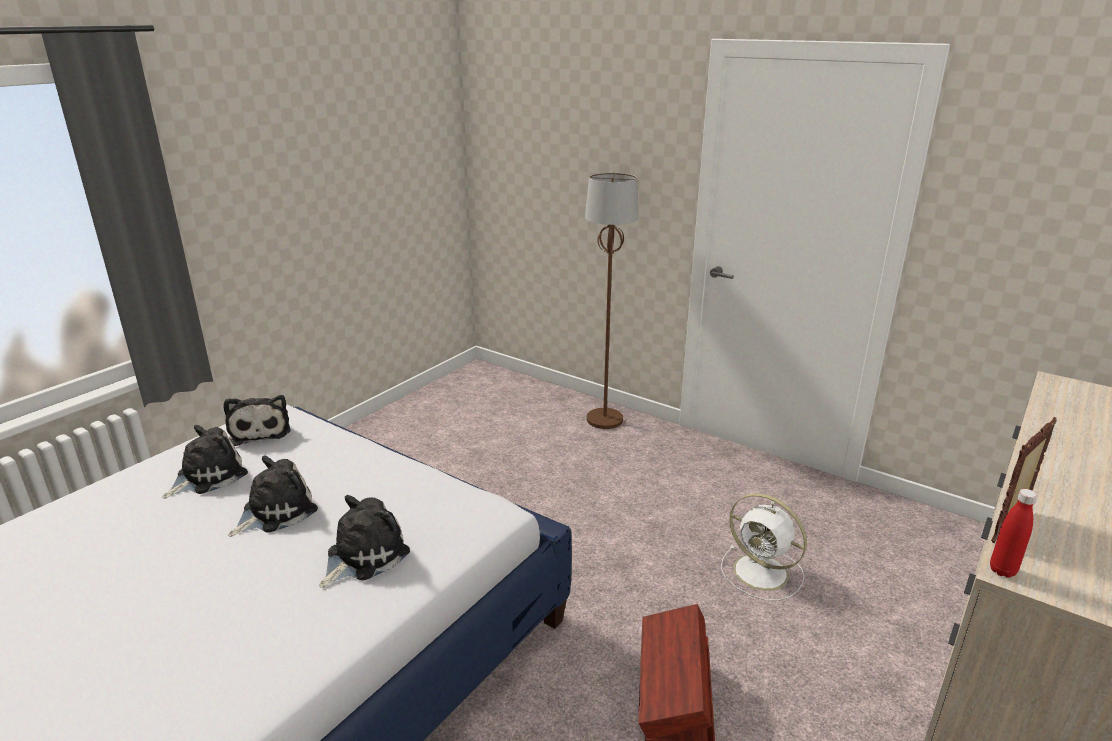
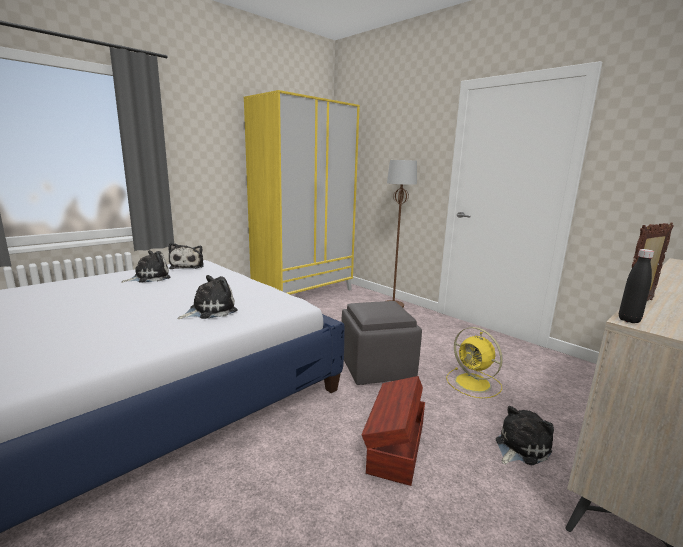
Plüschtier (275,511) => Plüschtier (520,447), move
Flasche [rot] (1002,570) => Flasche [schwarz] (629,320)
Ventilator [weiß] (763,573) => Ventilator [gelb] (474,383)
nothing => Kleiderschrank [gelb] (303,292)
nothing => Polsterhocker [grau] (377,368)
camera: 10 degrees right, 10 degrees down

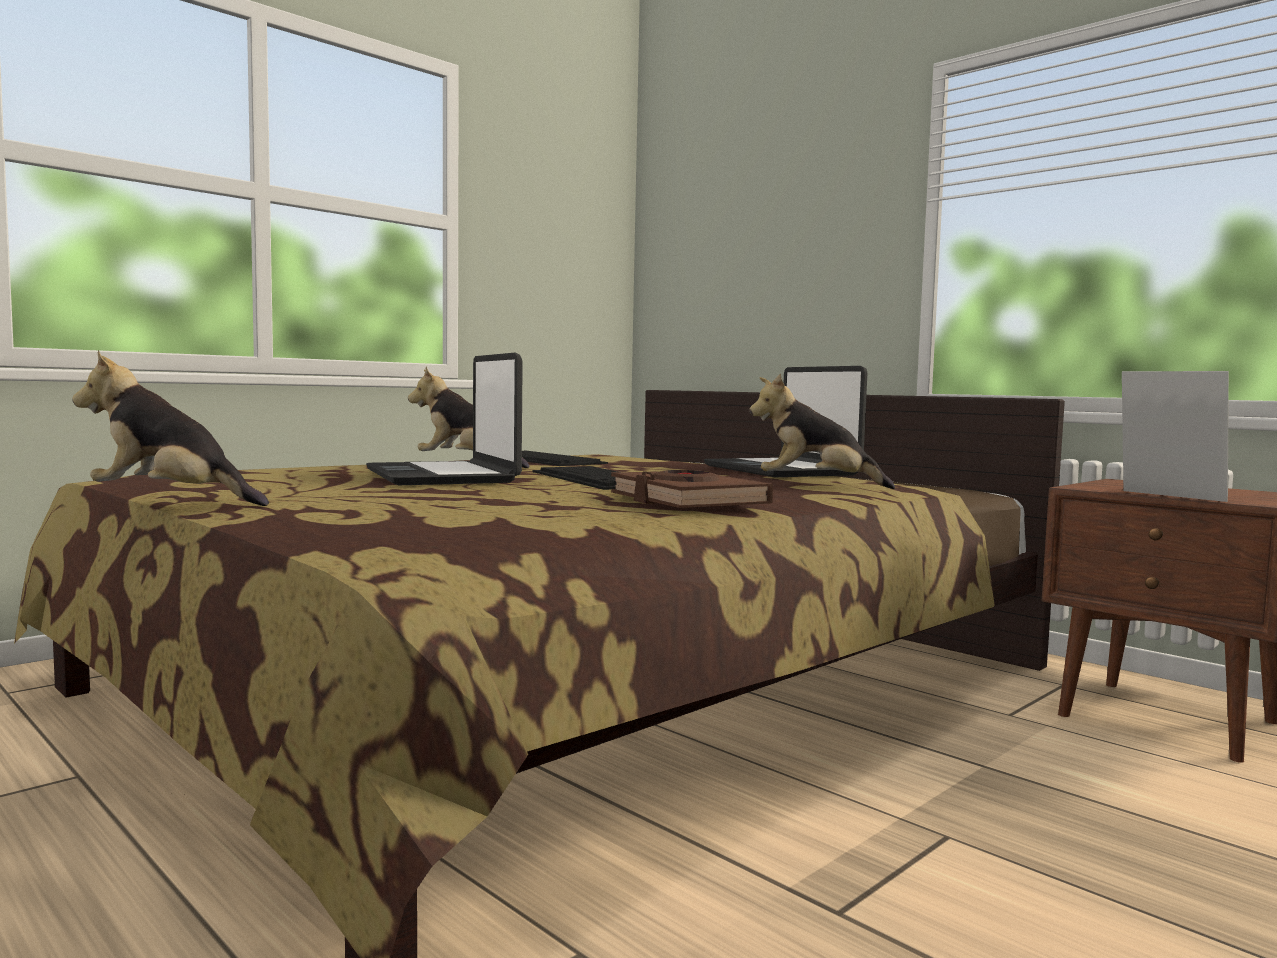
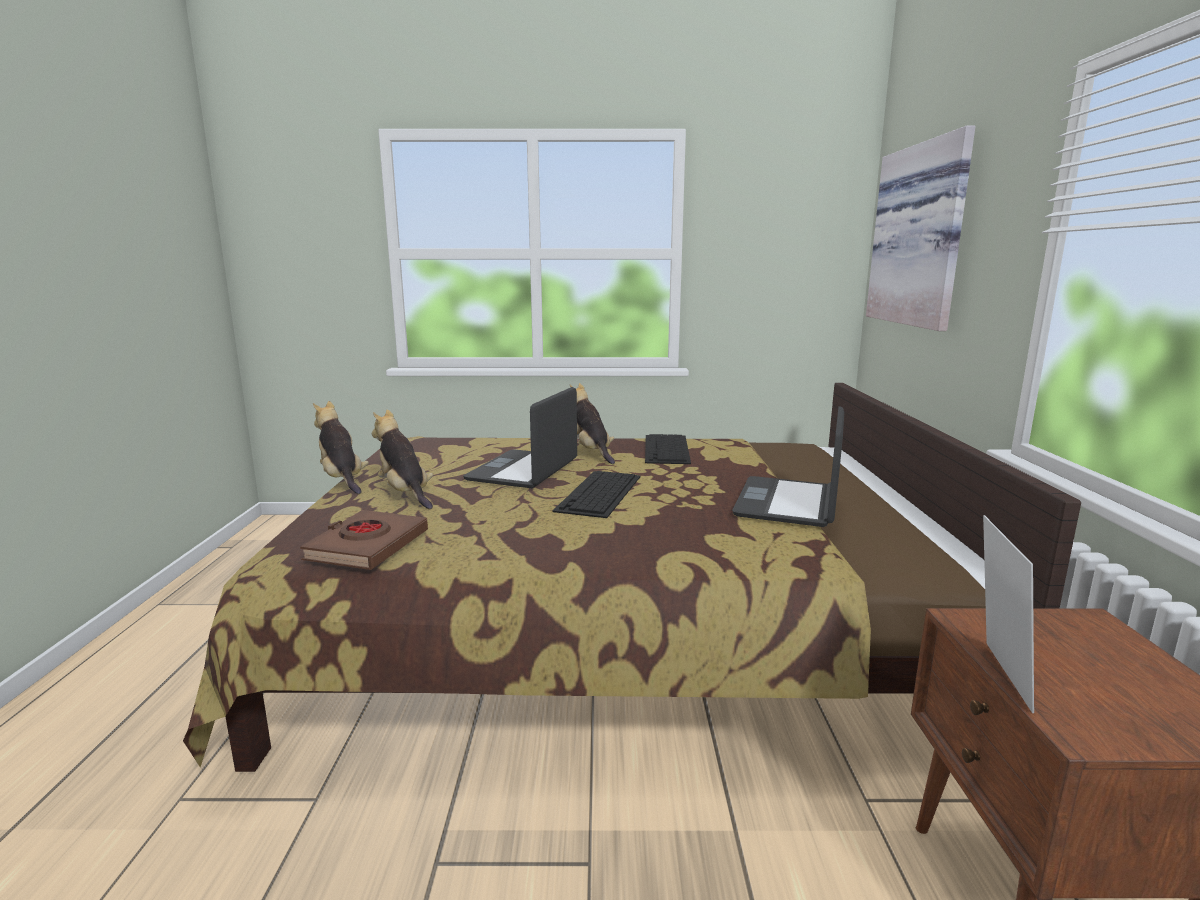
Plüschtier (815,486) => Plüschtier (405,494), move
Buch [braun] (687,501) => Buch [braun] (367,546), move
nothing => Bild (922,236)
camera: 45 degrees right, 10 degrees up

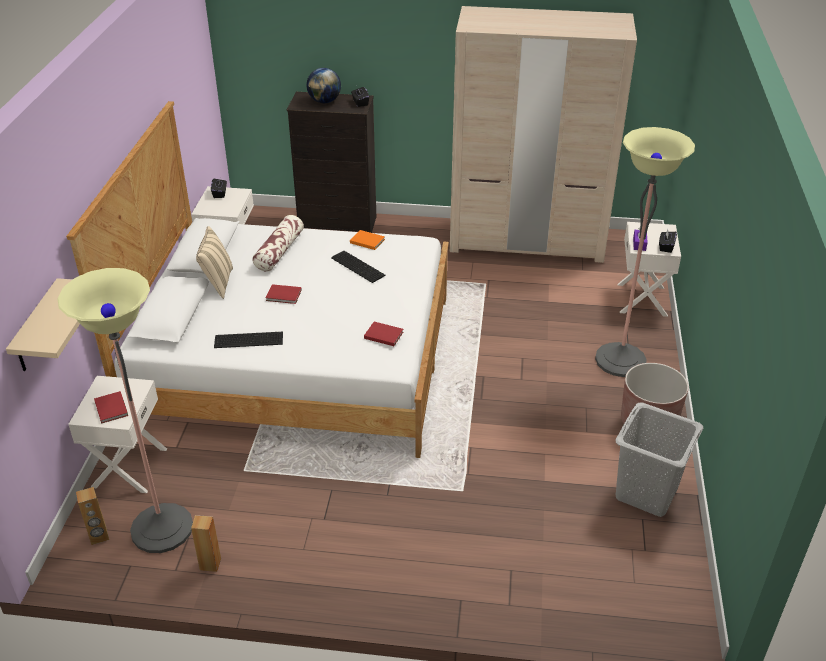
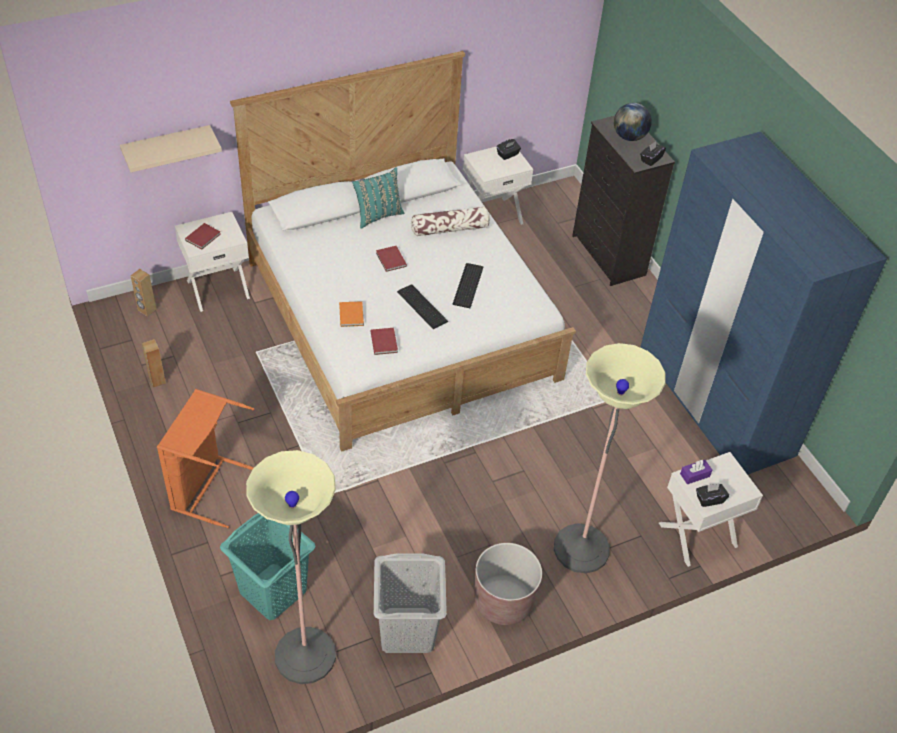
Kleiderschrank [beige] (527,240) => Kleiderschrank [blau] (714,402)
Kissen [beige] (217,283) => Kissen [türkis] (378,215)
Buch [orange] (366,241) => Buch [orange] (351,314), move
Stehlampe (162,528) => Stehlampe (305,656), move
Tastatur (248,339) => Tastatur (422,305), move
nothing => Wäschekorb [orange] (208,487)
nothing => Wäschekorb [türkis] (273,592)
camera: 55 degrees right, 10 degrees up

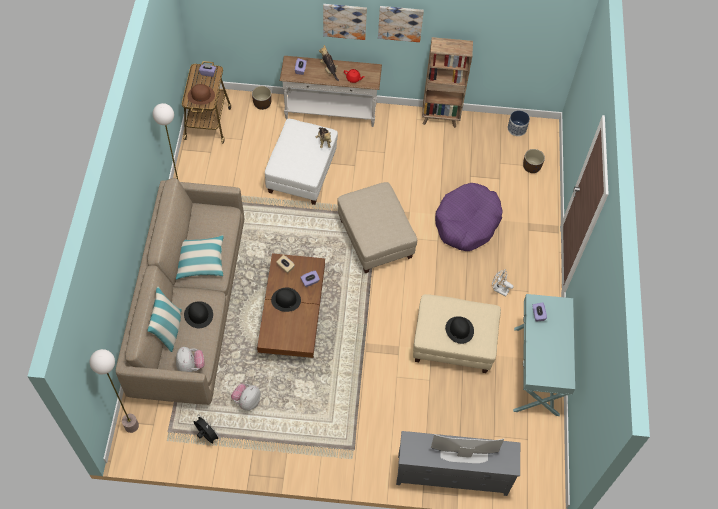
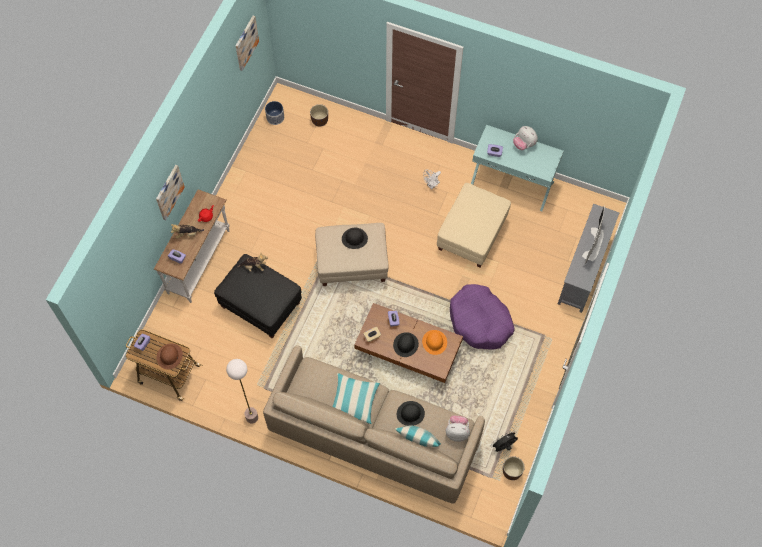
Bild (400,23) => Bild (246,42), move
Bücherregal [braun] (440,118) => nothing
Pflanzkübel [braun] (262,104) => Pflanzkübel [braun] (511,472), move
Polsterhocker [weiß] (302,174) => Polsterhocker [schwarz] (260,305)
Hundebett [lila] (467,222) => Hundebett [lila] (480,321), move
Hut [schwarz] (459,329) => Hut [schwarz] (354,238), move
Stehlampe (131,425) => nothing
Plüschtier (247,401) => Plüschtier (524,144), move
nothing => Hut [orange] (434,342)
camera: 70 degrees left, 5 degrees up

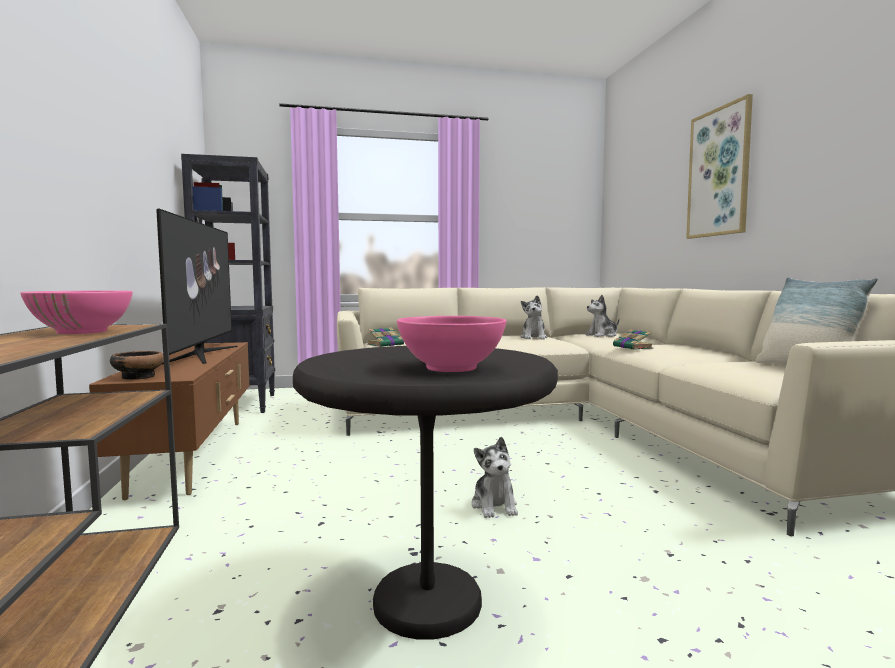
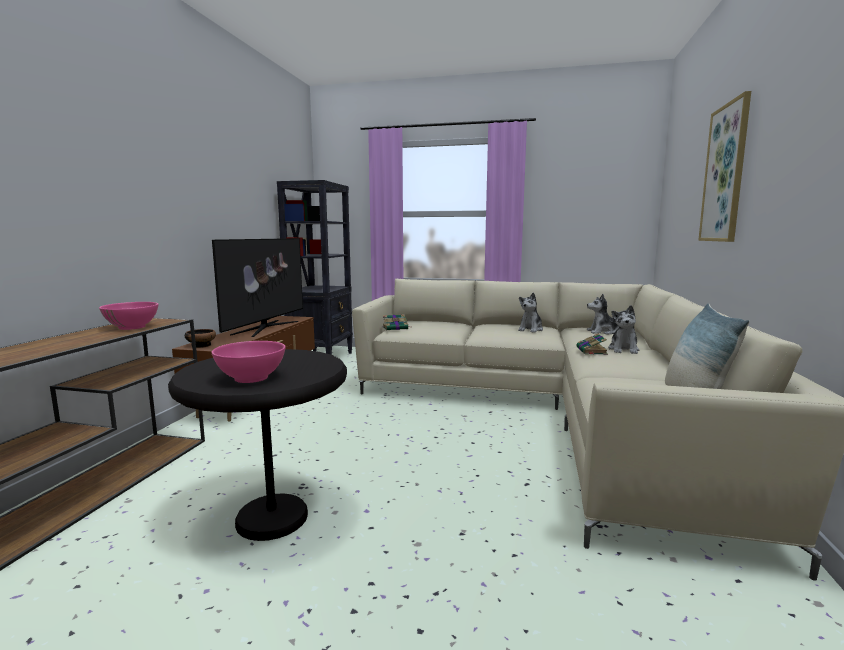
Plüschtier (494,506) => Plüschtier (623,349), move
camera: 25 degrees right, 5 degrees up

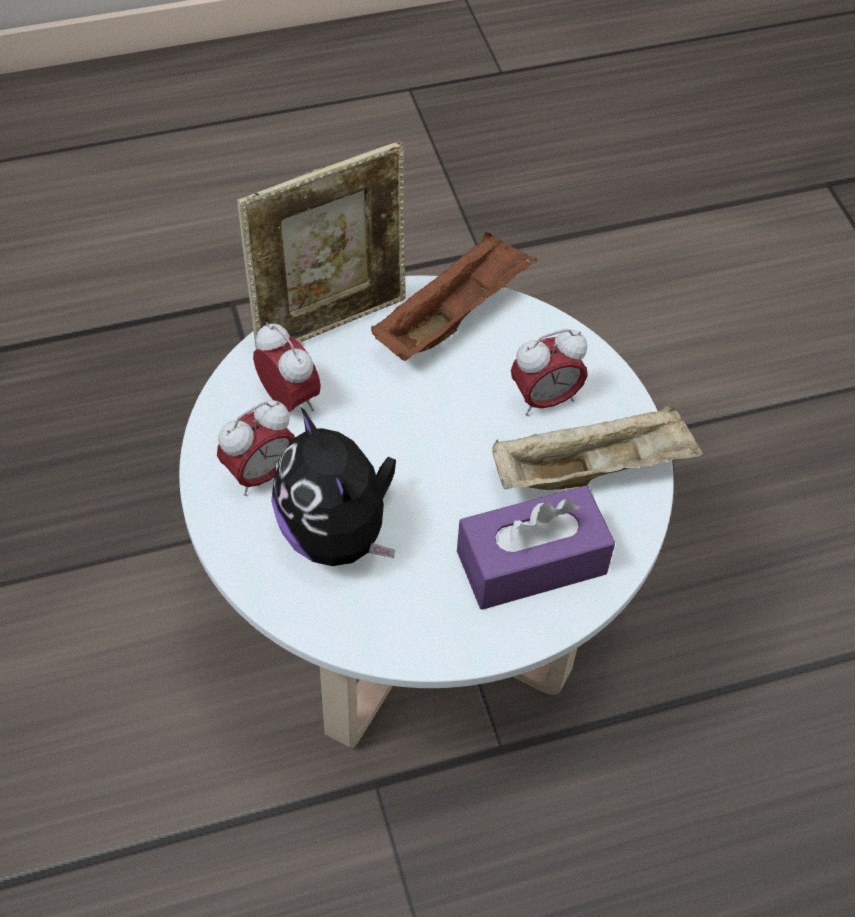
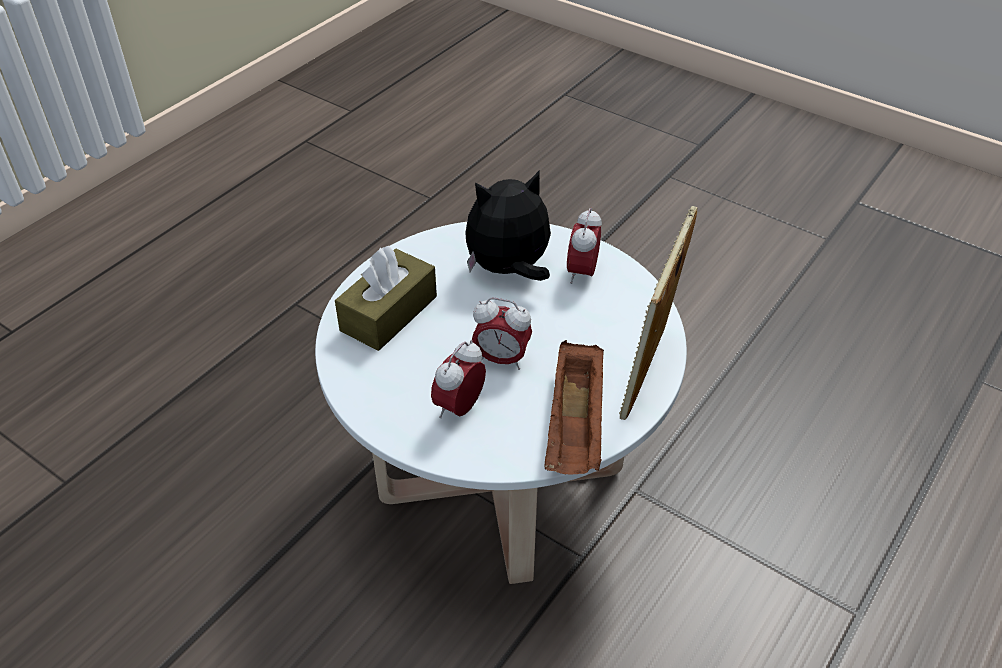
Wecker (289,399) => Wecker (501,359), move
Tablett [beige] (593,469) => nothing
Plüschtier (337,534) => Plüschtier (509,270), 45 degrees counterclockwise
Taschentuchbox [lila] (531,562) => Taschentuchbox [braun] (389,313)
camera: 145 degrees right, 10 degrees down

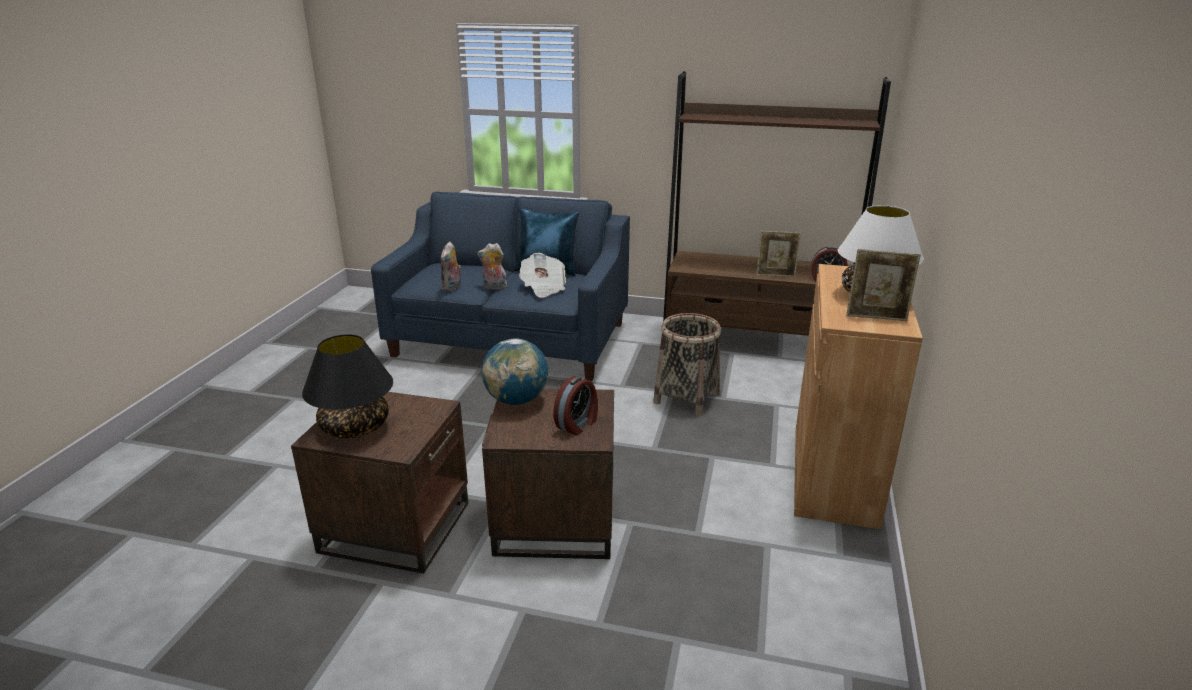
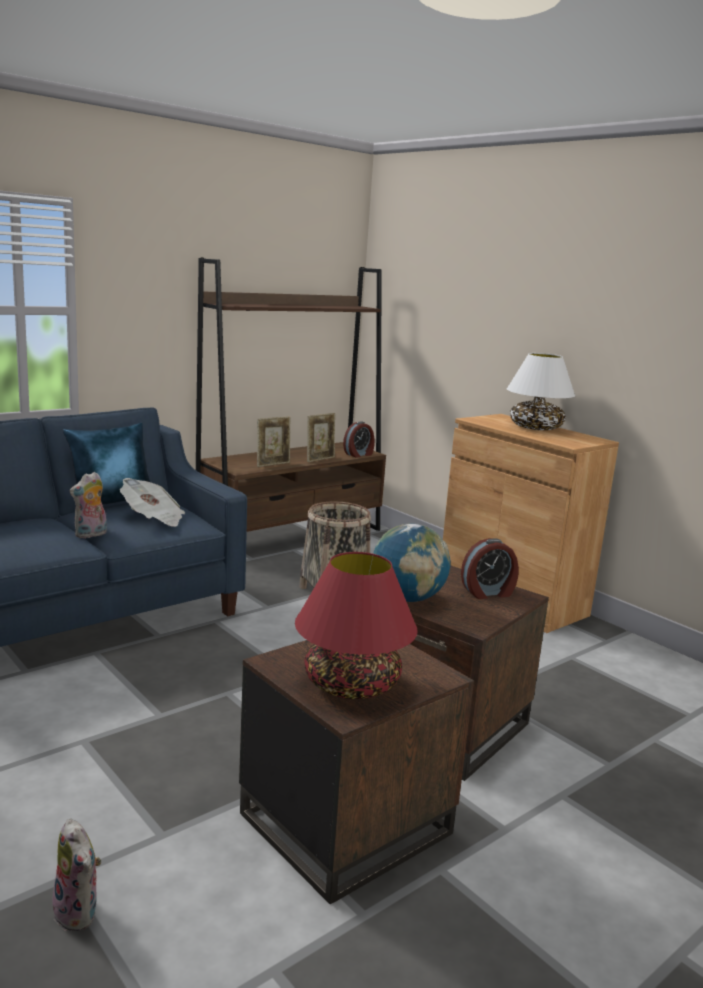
Plüschtier (452,287) => Plüschtier (80,912), move
Bilderrahmen (876,317) => Bilderrahmen (273,464), move
Tischlampe [schwarz] (355,427) => Tischlampe [rot] (352,685)
Wecker (578,424) => Wecker (488,593), 90 degrees clockwise
camera: 55 degrees left, 10 degrees down

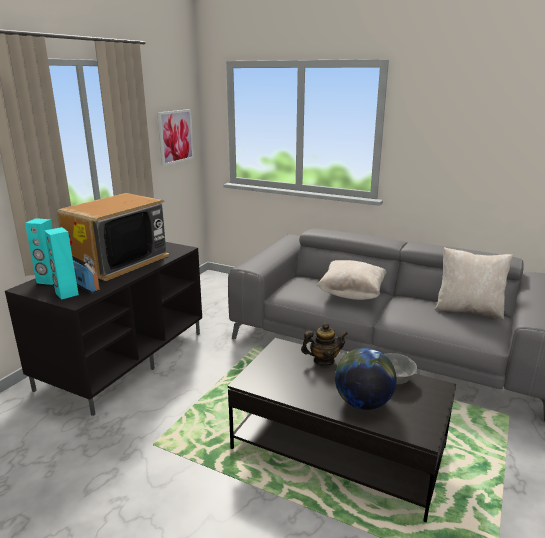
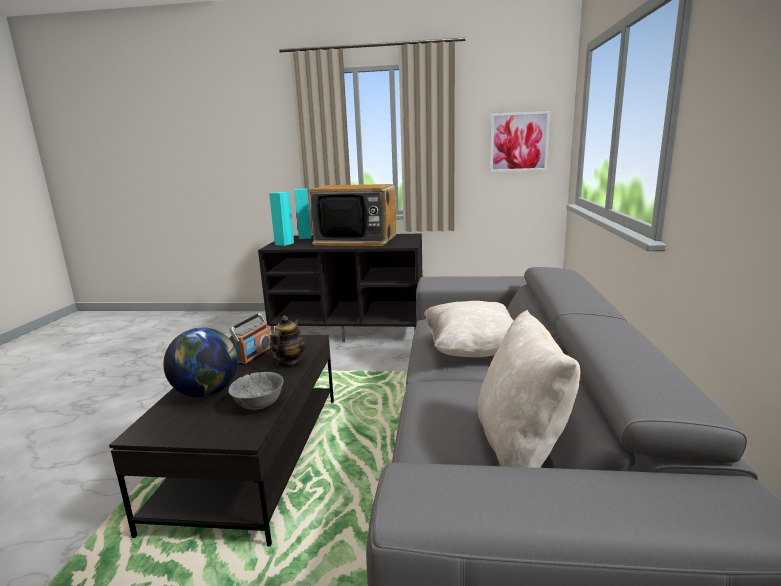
Radio (86,287) => Radio (254,356), move
Teekanne (323,361) => Teekanne (288,362), 135 degrees counterclockwise
camera: 70 degrees right, 5 degrees down

